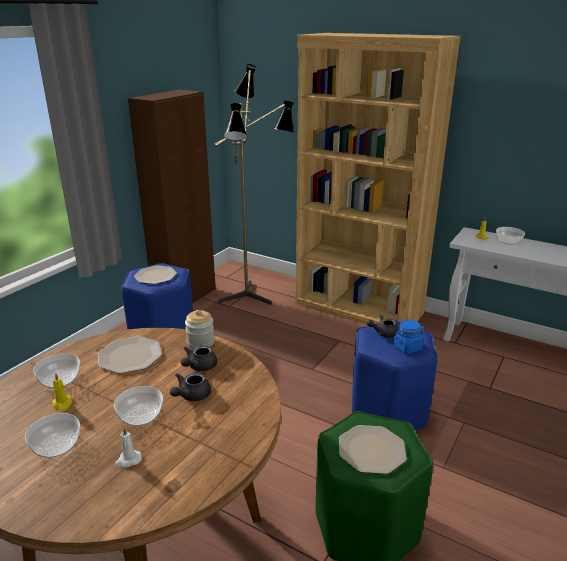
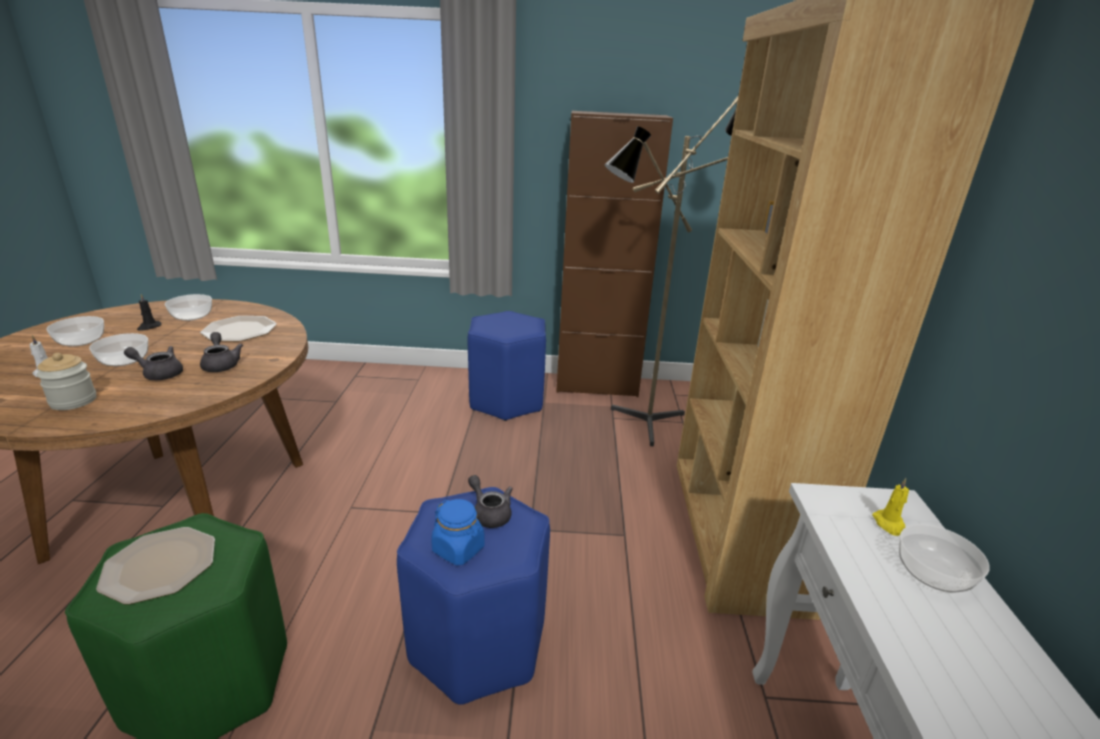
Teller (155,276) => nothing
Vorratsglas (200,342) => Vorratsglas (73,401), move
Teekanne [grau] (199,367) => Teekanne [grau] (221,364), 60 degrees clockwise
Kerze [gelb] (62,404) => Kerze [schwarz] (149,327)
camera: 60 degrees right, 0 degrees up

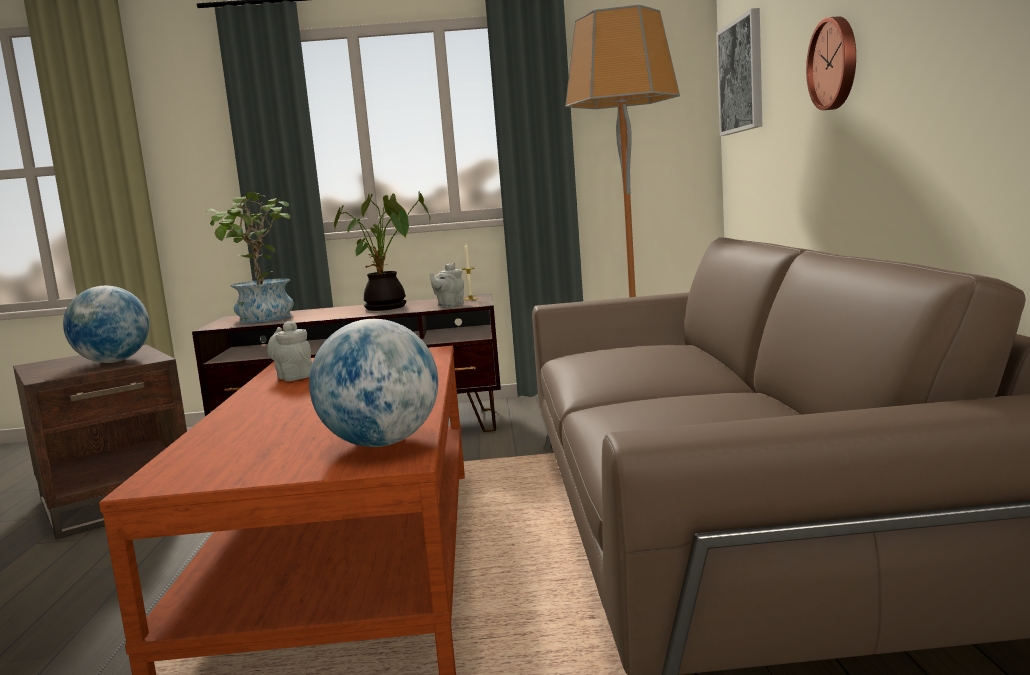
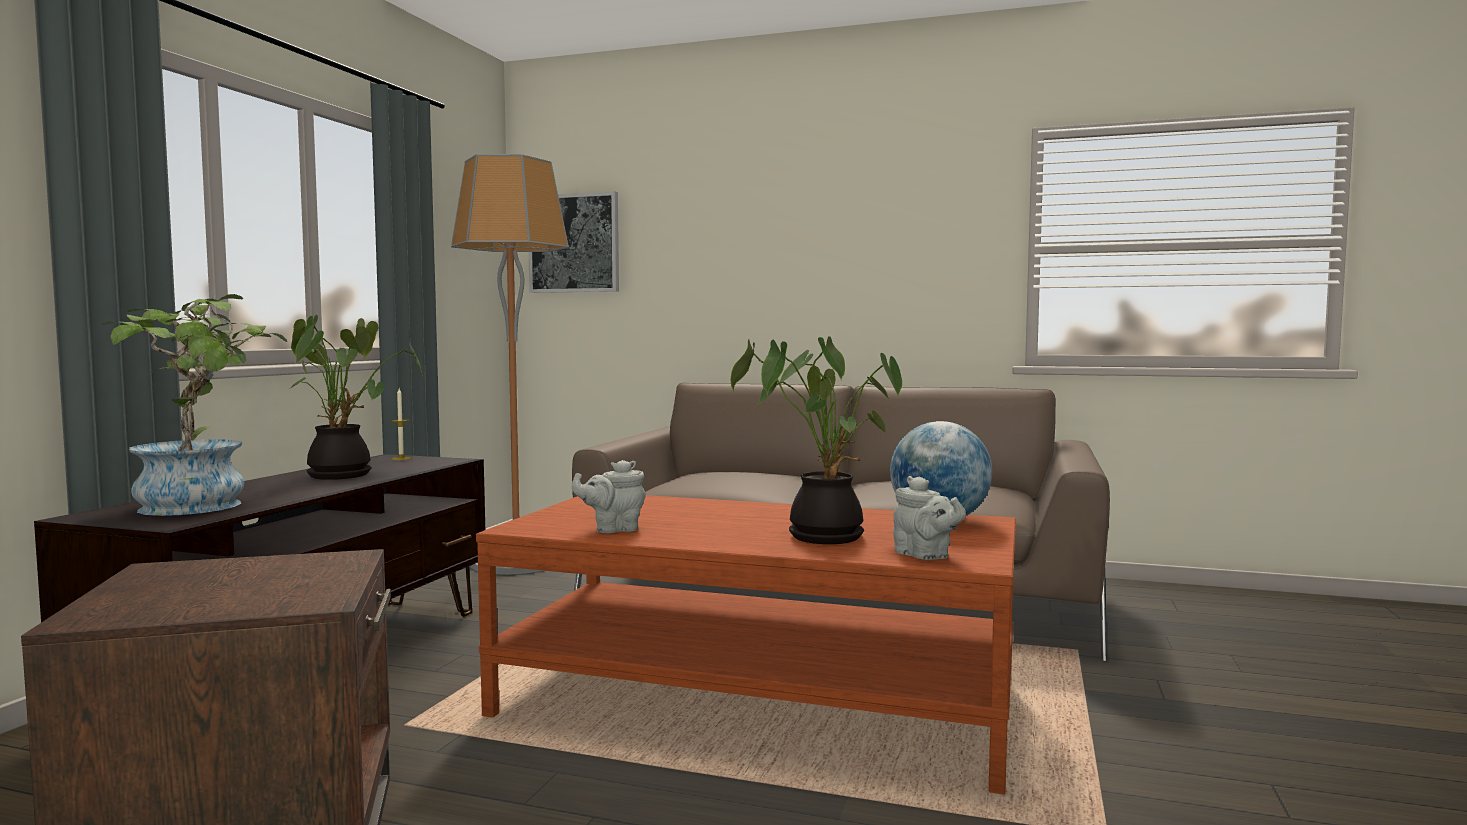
Wanduhr (835,63) => nothing
Teekanne [grau] (449,305) => Teekanne [grau] (925,556), move
Globus (113,362) => nothing
nothing => Topfpflanze (823,535)
camera: 70 degrees left, 5 degrees down

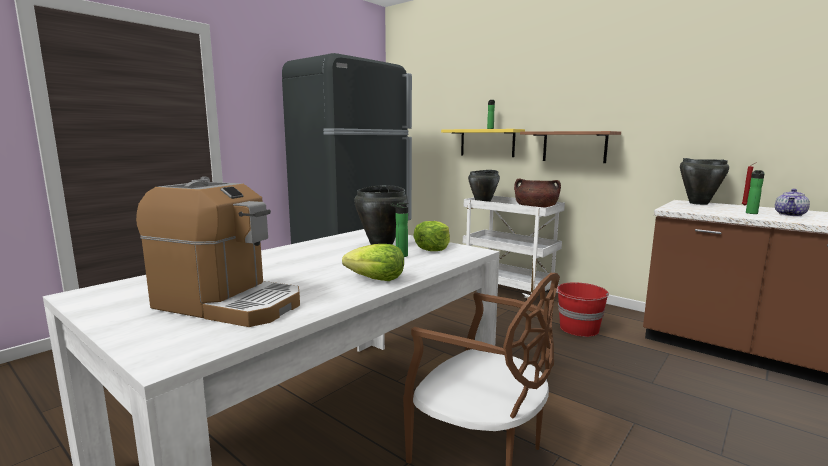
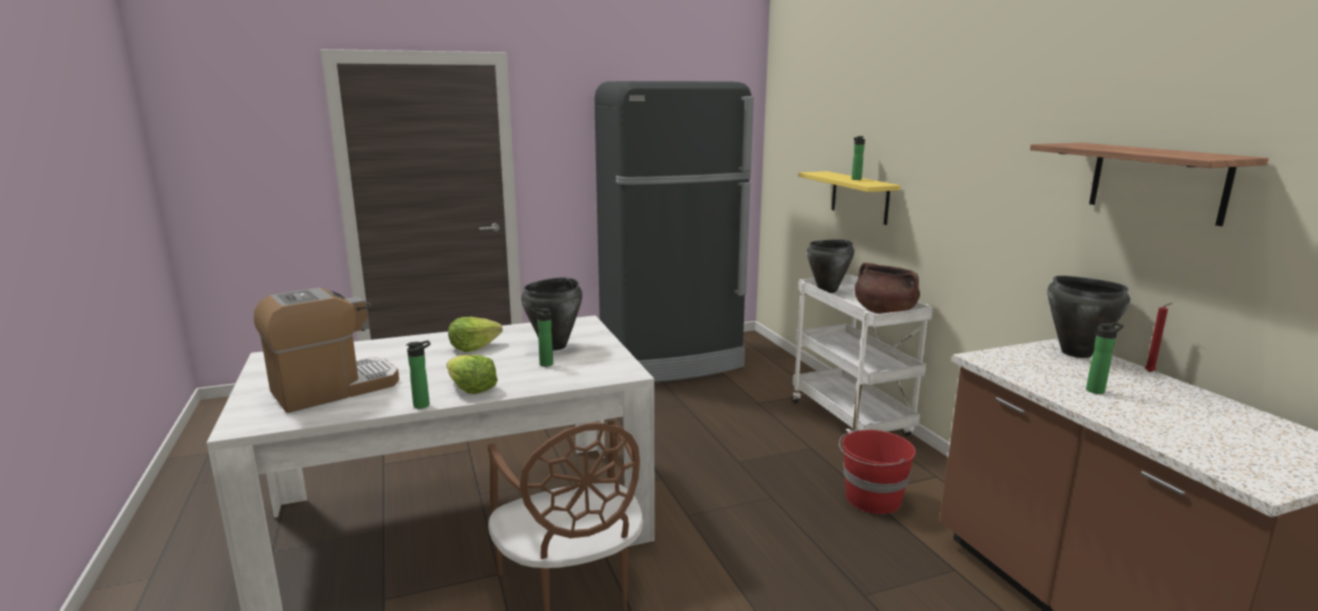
Wandregal (574,146) => Wandregal (1157,182), move
Kaffeemaschine (228,304) => Kaffeemaschine (334,388), 90 degrees counterclockwise
Teekanne (790,214) => nothing
Salatkopf (433,248) => Salatkopf (473,347), move
nothing => Flasche (424,405)
camera: 30 degrees right, 5 degrees up

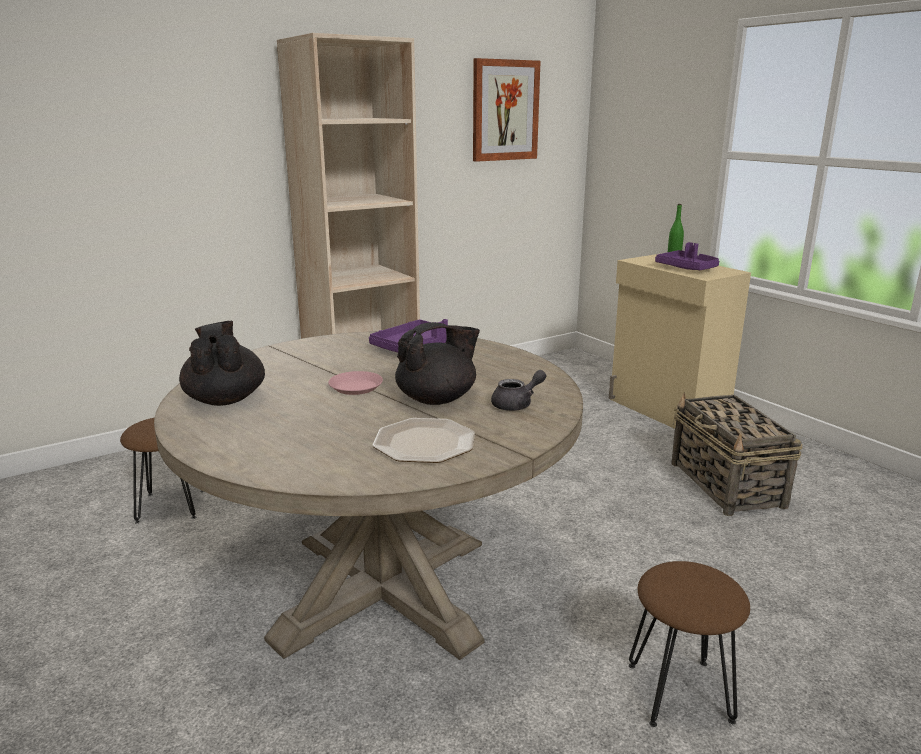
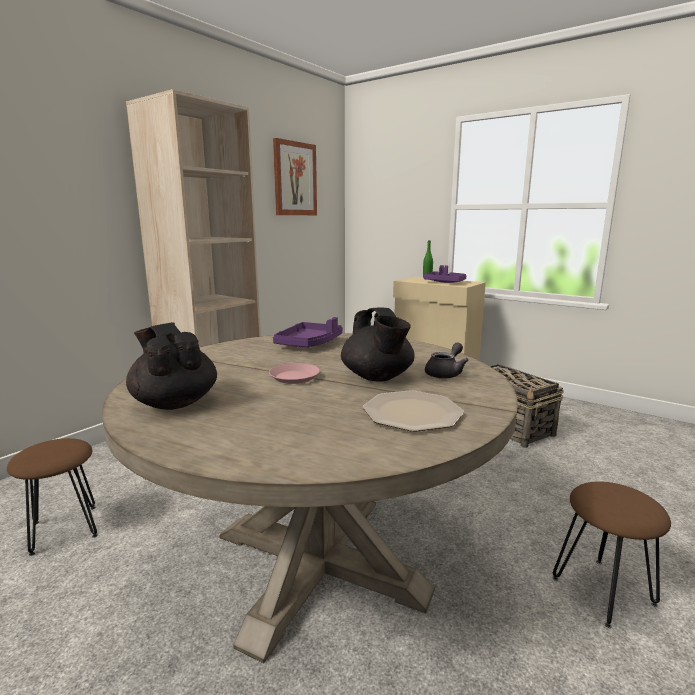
Teekanne [schwarz] (437,399) => Teekanne [schwarz] (377,378), 120 degrees clockwise
camera: 20 degrees left, 5 degrees down

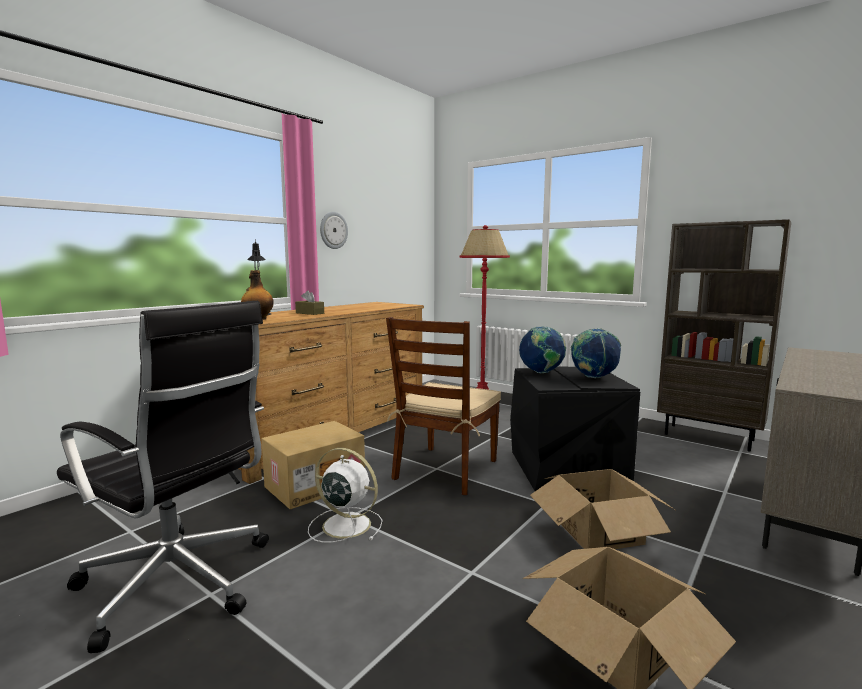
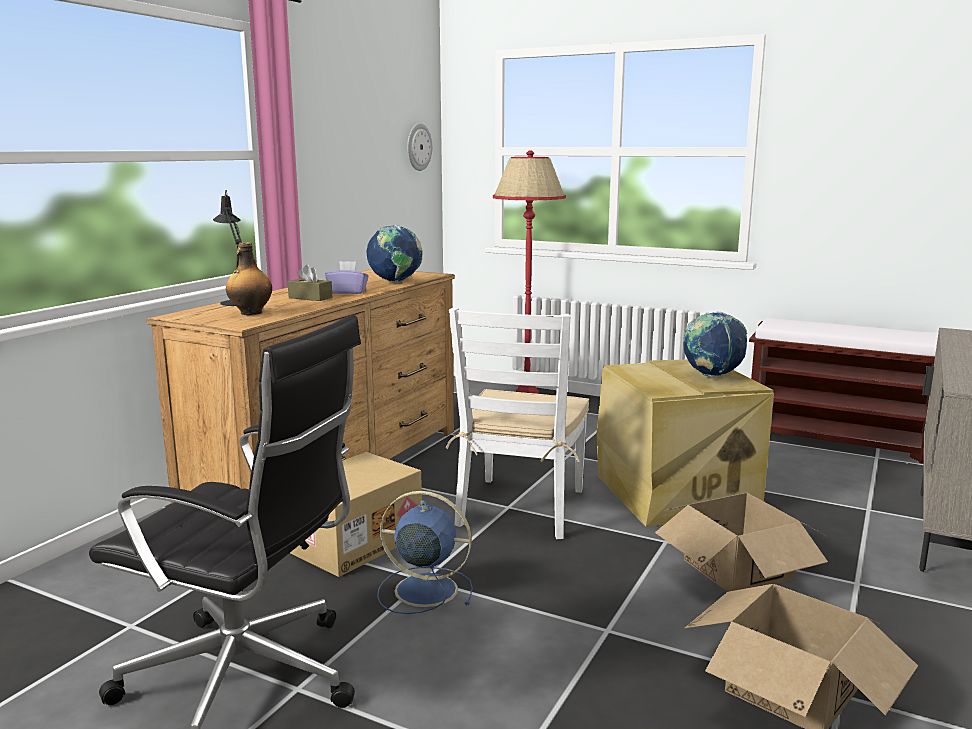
Wanduhr (333,230) => Wanduhr (418,147), move
Bücherregal [braun] (709,437) => Bank [braun] (837,440)
Stuhl [braun] (445,470) => Stuhl [weiß] (521,508)
Globus (541,373) => Globus (395,282), move
Aufbewahrungsbox [schwarz] (566,469) => Aufbewahrungsbox [beige] (674,495)
Ventilator [weiß] (344,525) => Ventilator [blau] (423,590)
nothing => Taschentuchbox [lila] (347,292)
camera: 10 degrees left, 5 degrees up

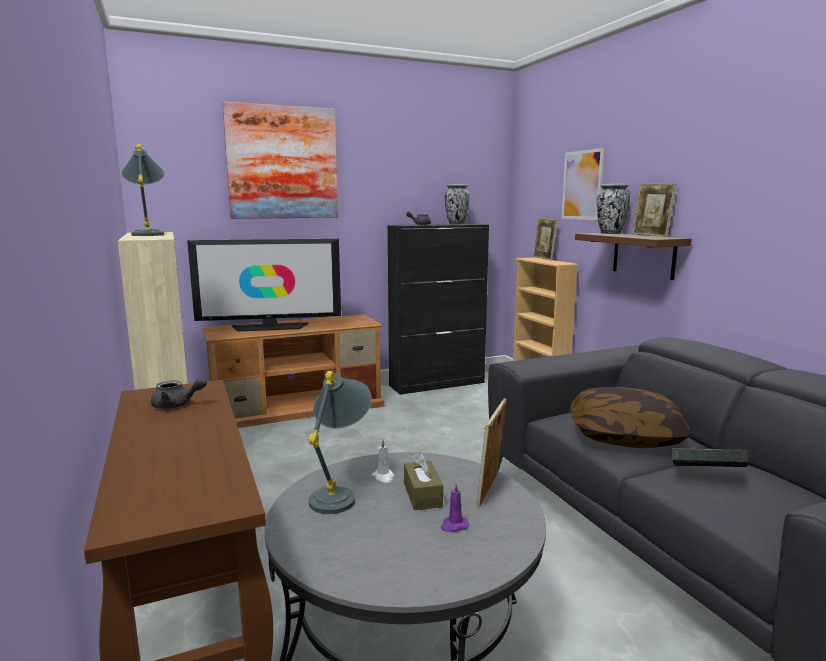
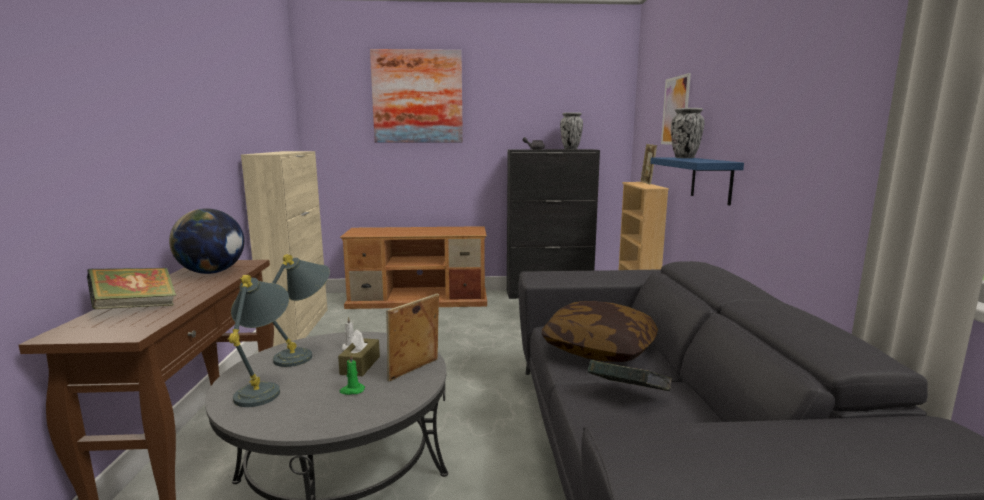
Tischlampe [grau] (149,234) => Tischlampe [grau] (264,388), move
Bilderrahmen (651,235) => nothing
Wandregal [braun] (643,255) => Wandregal [blau] (711,180)
Fernseher (270,327) => nothing
Teekanne [grau] (176,405) => Globus (212,272)
Kerze [lila] (454,526) => Kerze [grün] (352,390)
nothing => Buch (136,308)
camera: 20 degrees right, 0 degrees up

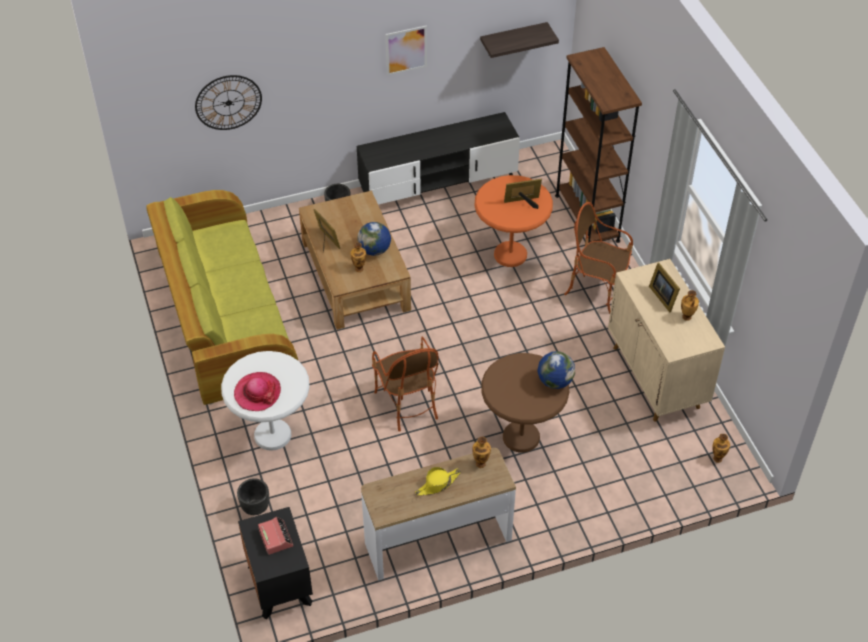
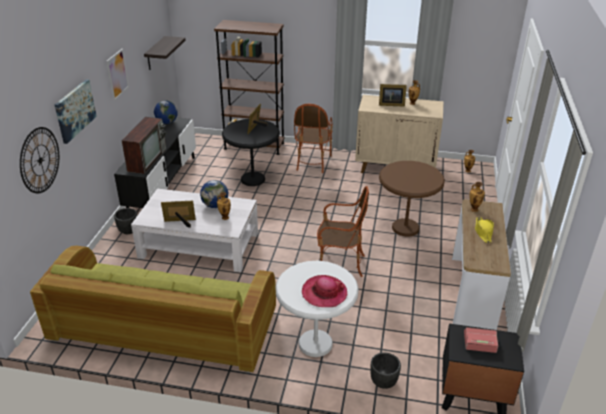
Beistelltisch [orange] (510,255) => Beistelltisch [schwarz] (253,179)
Couchtisch [braun] (355,275) => Couchtisch [weiß] (199,245)
Sessel (596,290) => Sessel (312,162), 45 degrees counterclockwise
Globus (555,381) => Globus (167,122), move
nothing => Bild (75,110)
nothing => Fernseher (147,159)
camera: 60 degrees left, 15 degrees down

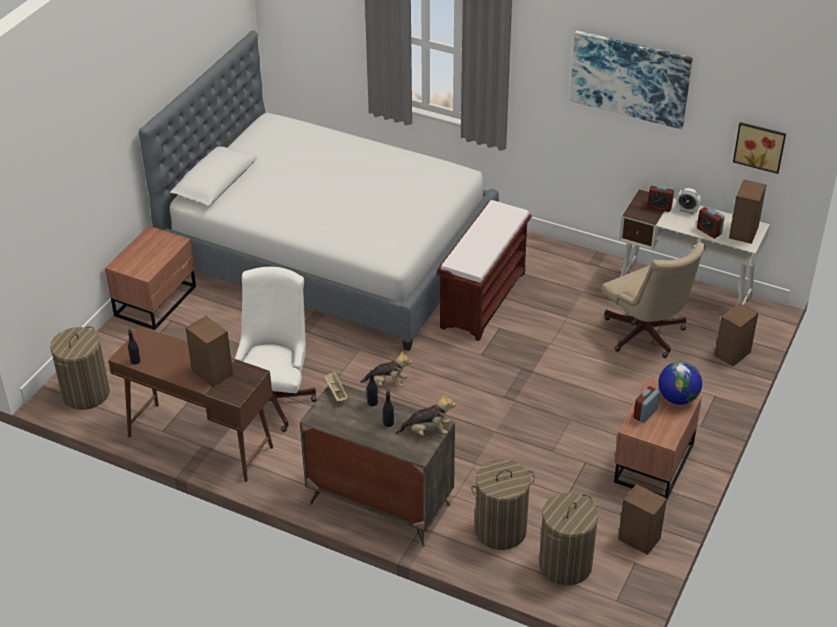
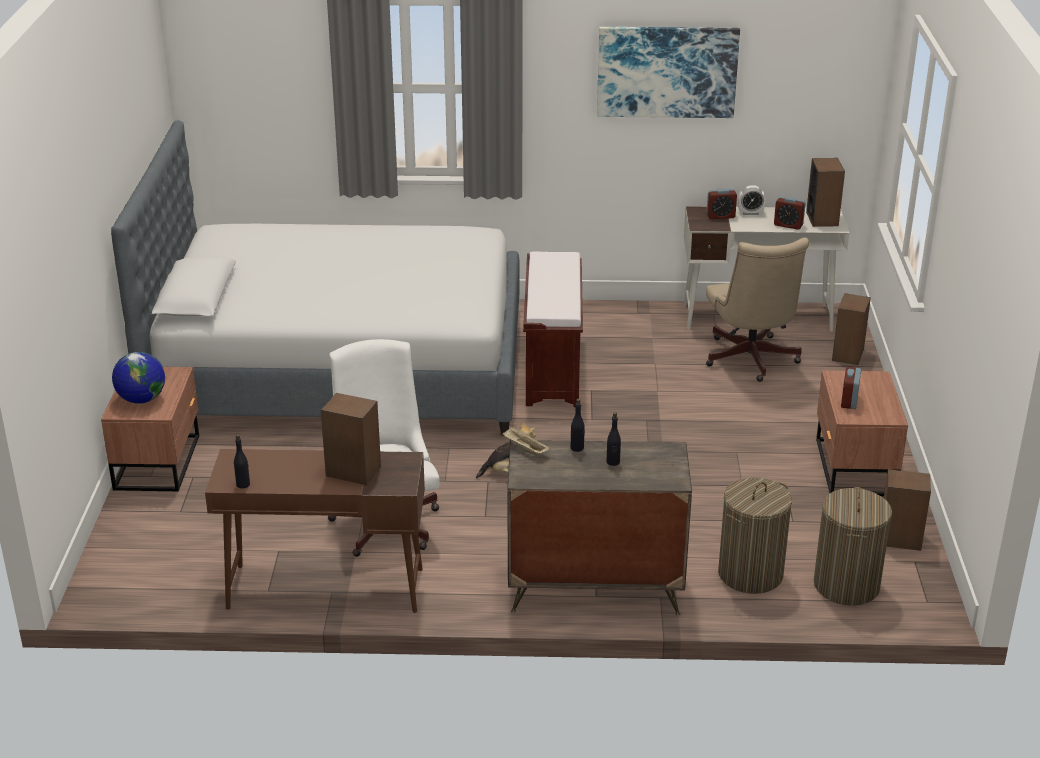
Bild (760,146) => nothing
Bürostuhl [beige] (646,336) => Bürostuhl [beige] (751,361), 45 degrees clockwise
Wäschekorb (86,393) => nothing
Globus (677,398) => Globus (141,399), move
Plüschtier (427,431) => nothing
camera: 25 degrees left, 10 degrees down

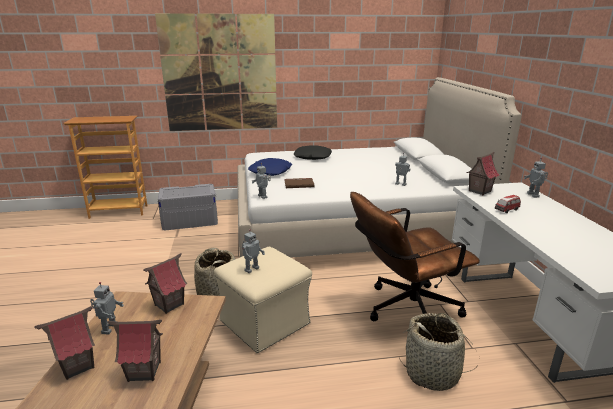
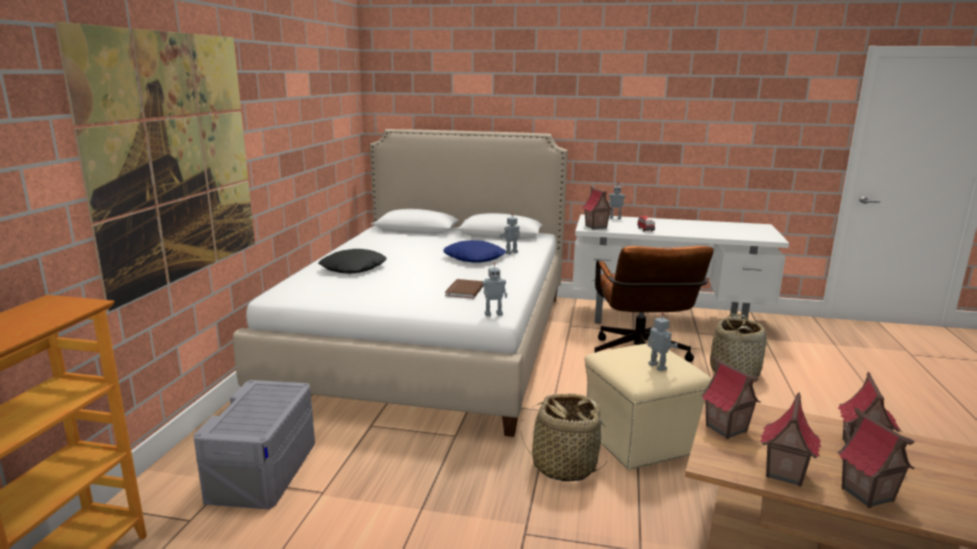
Kissen [blau] (271,171) => Kissen [blau] (474,258), move
Spielzeugroboter (109,328) => Spielzeughaus (784,473)
camera: 70 degrees left, 5 degrees down

